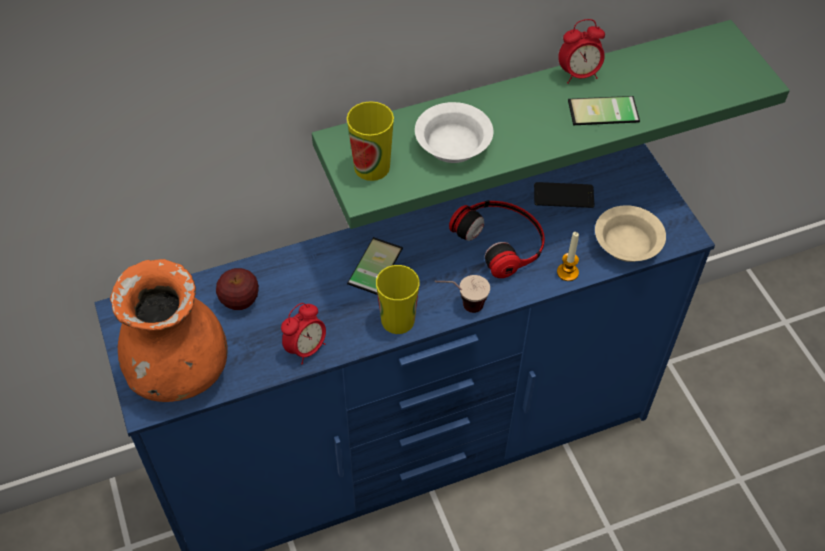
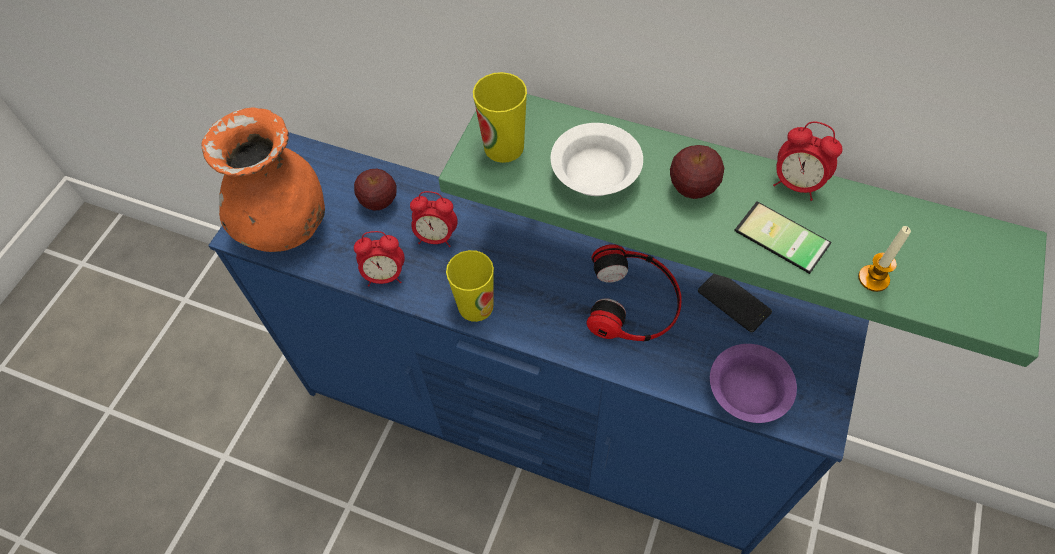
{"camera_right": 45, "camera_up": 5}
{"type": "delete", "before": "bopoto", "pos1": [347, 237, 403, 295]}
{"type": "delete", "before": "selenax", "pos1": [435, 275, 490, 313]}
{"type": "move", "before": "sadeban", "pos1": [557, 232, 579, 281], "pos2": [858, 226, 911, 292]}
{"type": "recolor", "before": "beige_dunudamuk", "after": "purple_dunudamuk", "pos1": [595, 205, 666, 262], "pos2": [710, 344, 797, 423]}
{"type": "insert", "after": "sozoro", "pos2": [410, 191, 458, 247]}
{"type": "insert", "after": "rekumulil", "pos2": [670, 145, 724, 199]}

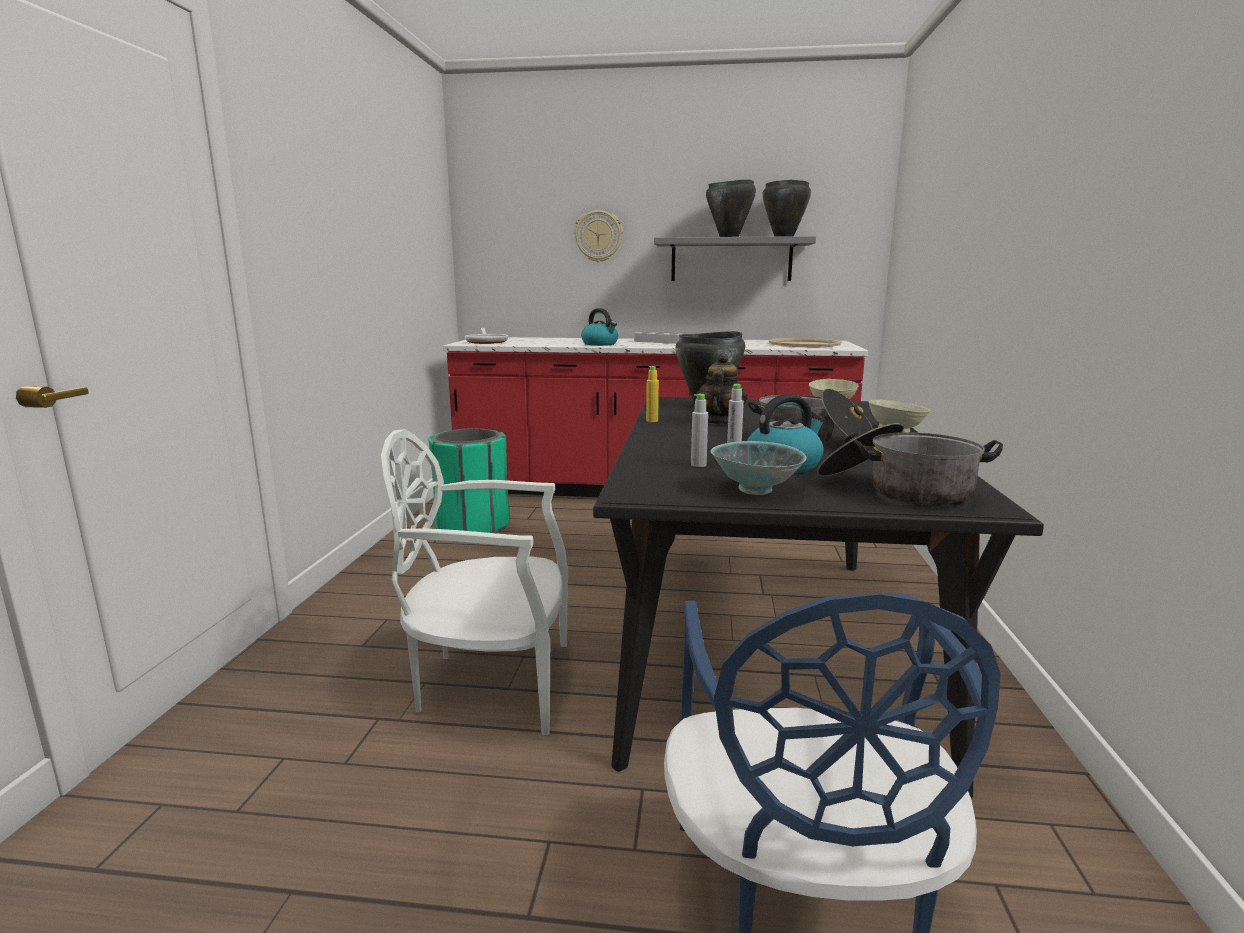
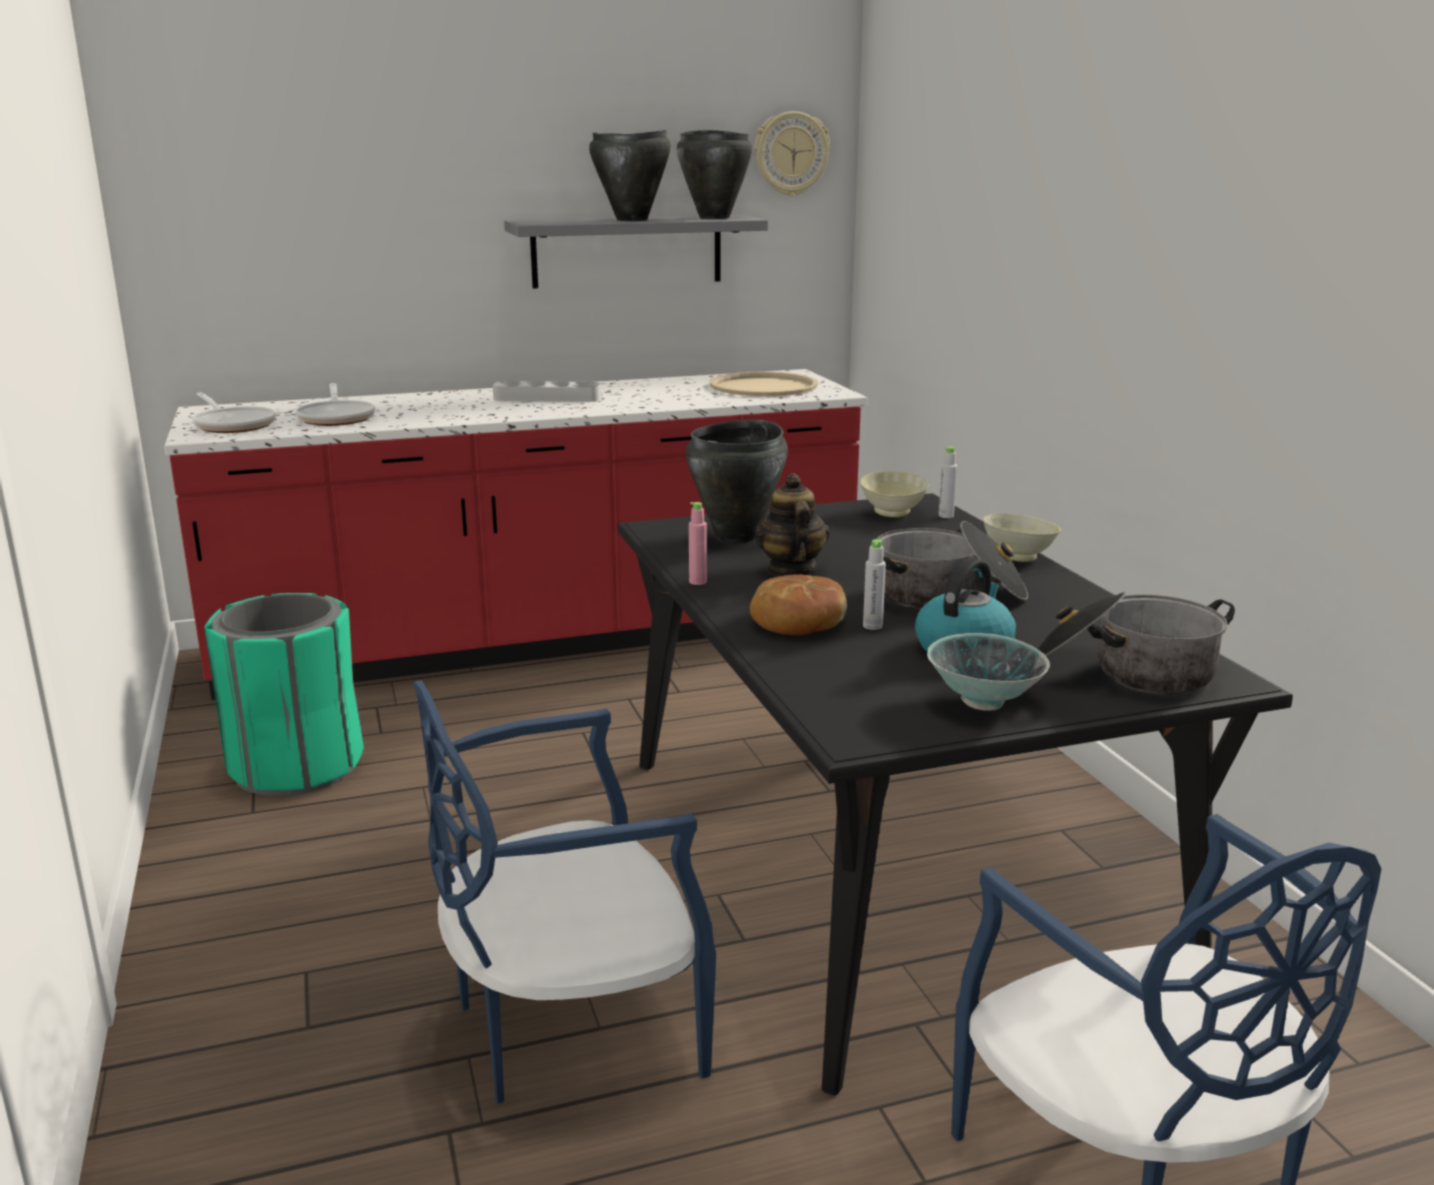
{"camera_right": -25, "camera_up": 5}
{"type": "recolor", "before": "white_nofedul", "after": "blue_nofedul", "pos1": [381, 429, 568, 735], "pos2": [413, 680, 716, 1104]}
{"type": "move", "before": "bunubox", "pos1": [574, 210, 623, 262], "pos2": [754, 111, 830, 196]}
{"type": "delete", "before": "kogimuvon", "pos1": [581, 308, 618, 346]}
{"type": "recolor", "before": "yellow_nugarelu", "after": "pink_nugarelu", "pos1": [646, 366, 659, 422], "pos2": [689, 502, 707, 585]}
{"type": "move", "before": "grey_nugarelu", "pos1": [691, 394, 708, 467], "pos2": [939, 447, 957, 518]}
{"type": "insert", "after": "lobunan", "pos2": [295, 383, 375, 426]}
{"type": "insert", "after": "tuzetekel", "pos2": [750, 575, 847, 635]}

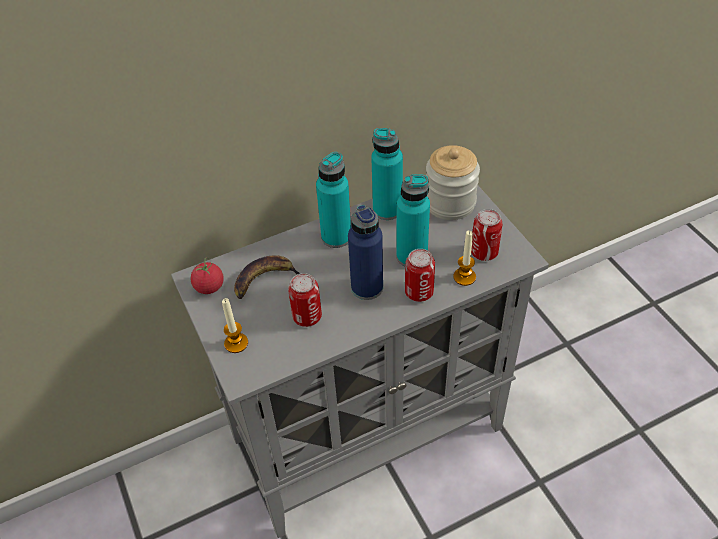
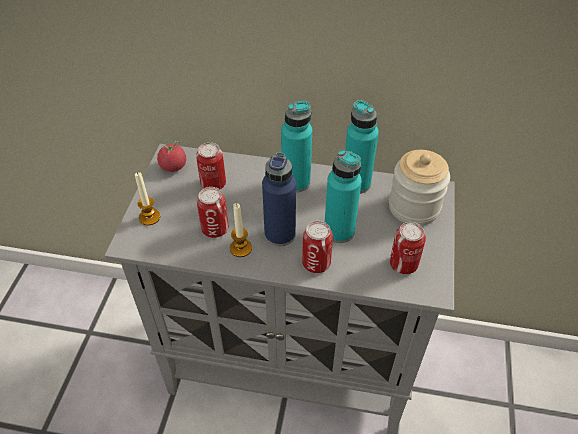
{"camera_right": 35, "camera_up": 0}
{"type": "replace", "before": "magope", "after": "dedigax", "pos1": [234, 255, 300, 299], "pos2": [196, 142, 226, 189]}
{"type": "move", "before": "sadeban", "pos1": [453, 230, 476, 286], "pos2": [230, 203, 252, 257]}

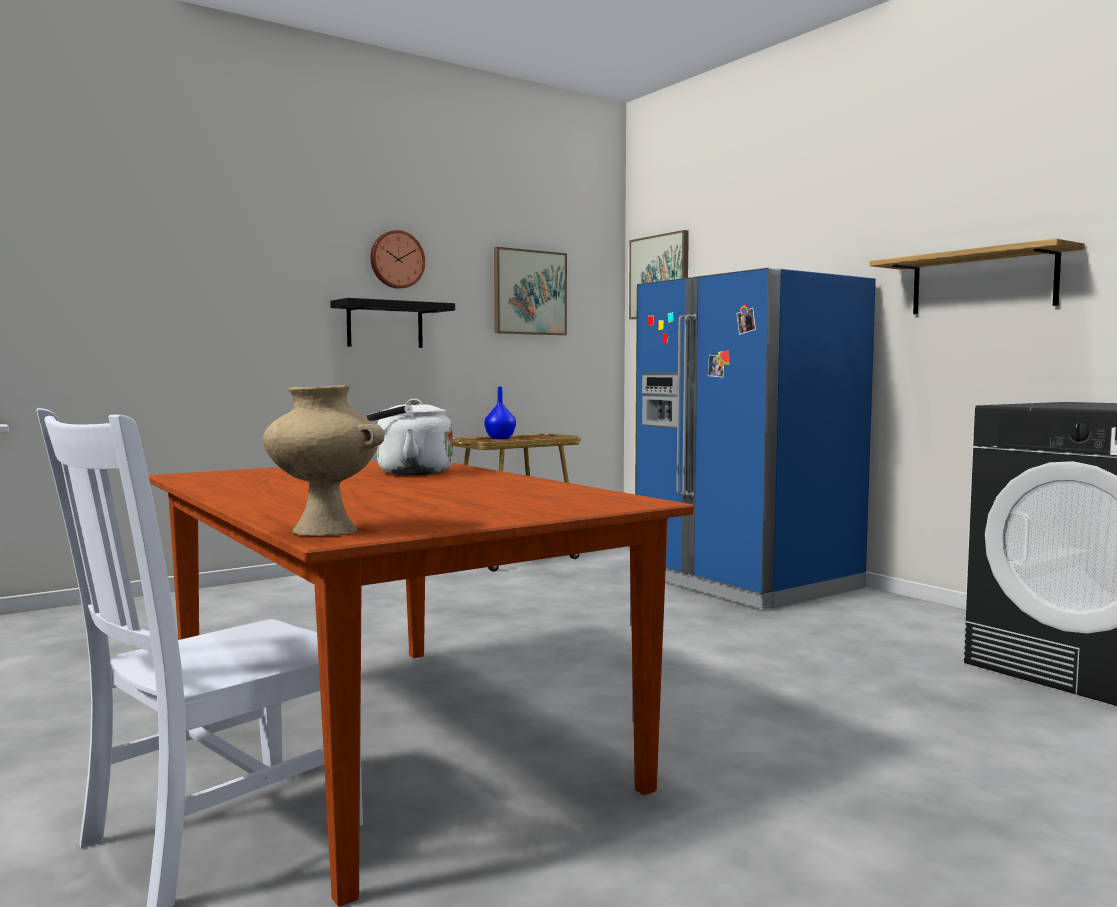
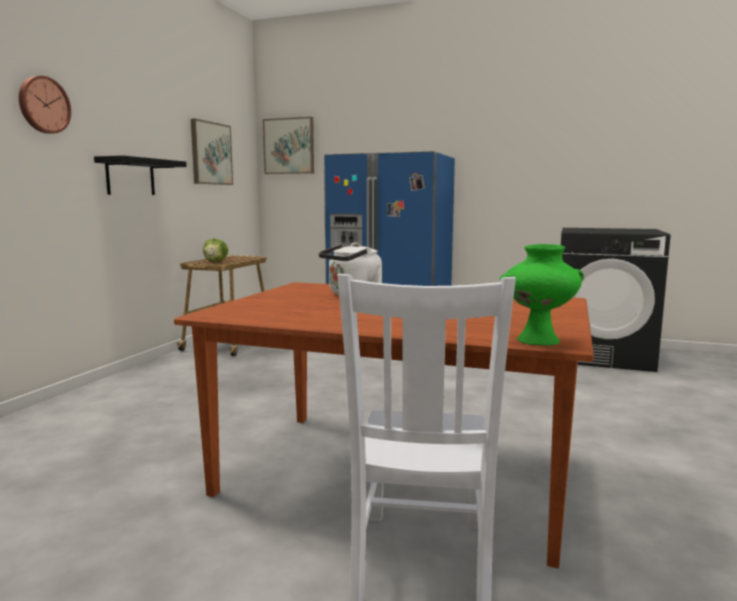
{"camera_right": -35, "camera_up": 5}
{"type": "recolor", "before": "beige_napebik", "after": "green_napebik", "pos1": [263, 385, 385, 536], "pos2": [499, 244, 584, 345]}
{"type": "move", "before": "bunubox", "pos1": [370, 230, 425, 289], "pos2": [19, 76, 71, 134]}
{"type": "replace", "before": "blue_napebik", "after": "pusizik", "pos1": [484, 387, 516, 439], "pos2": [203, 239, 228, 261]}
{"type": "delete", "before": "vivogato", "pos1": [870, 238, 1085, 314]}

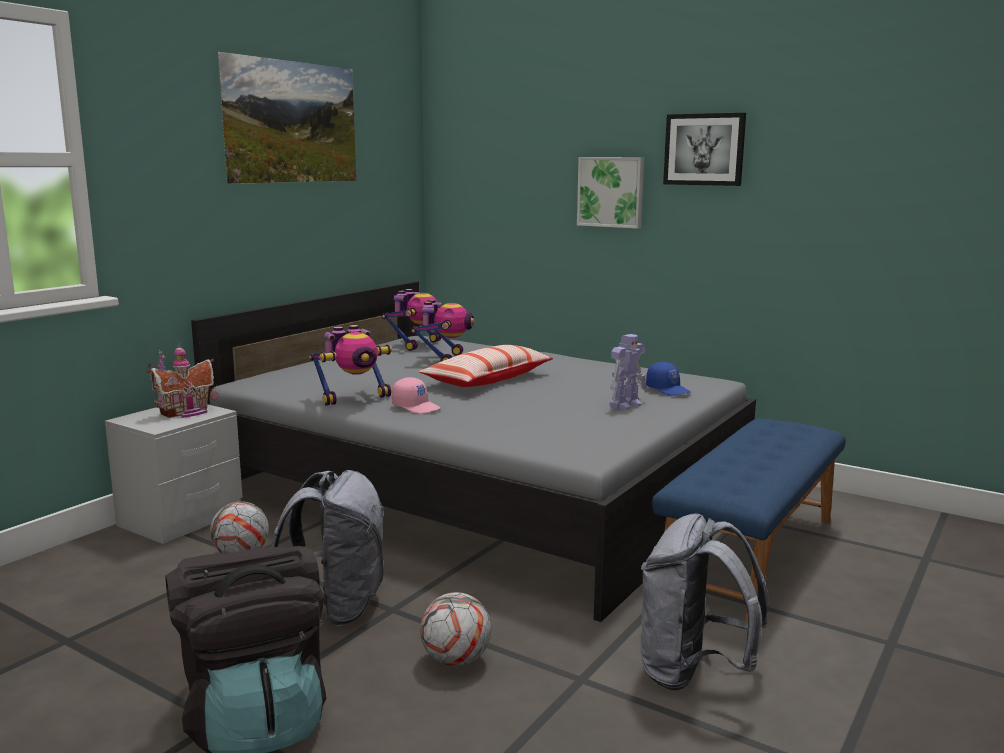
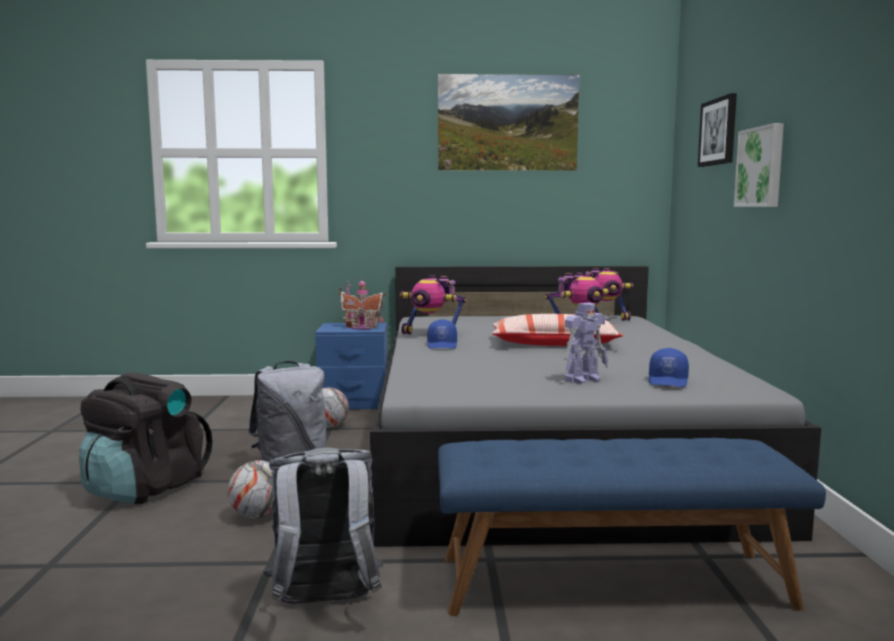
{"camera_right": 55, "camera_up": -5}
{"type": "recolor", "before": "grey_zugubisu", "after": "blue_zugubisu", "pos1": [105, 404, 243, 544], "pos2": [315, 323, 388, 409]}
{"type": "recolor", "before": "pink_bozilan", "after": "blue_bozilan", "pos1": [392, 377, 441, 414], "pos2": [427, 319, 457, 349]}
{"type": "rotate", "before": "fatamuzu", "pos1": [609, 334, 647, 410], "pos2": [563, 303, 608, 384], "turn": -45}
{"type": "move", "before": "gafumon", "pos1": [663, 113, 746, 186], "pos2": [698, 93, 737, 167]}

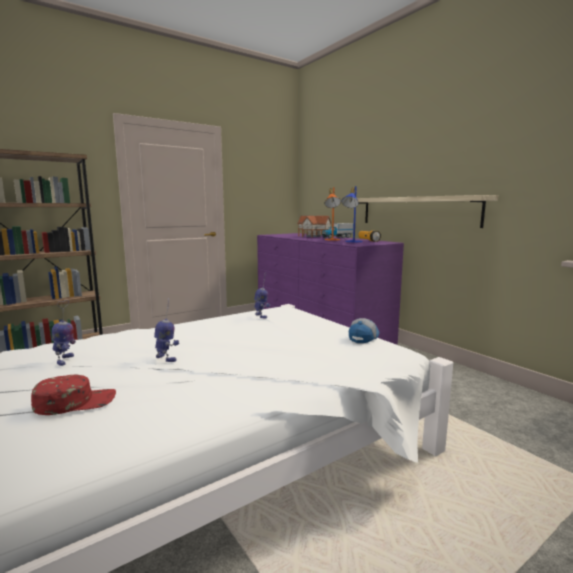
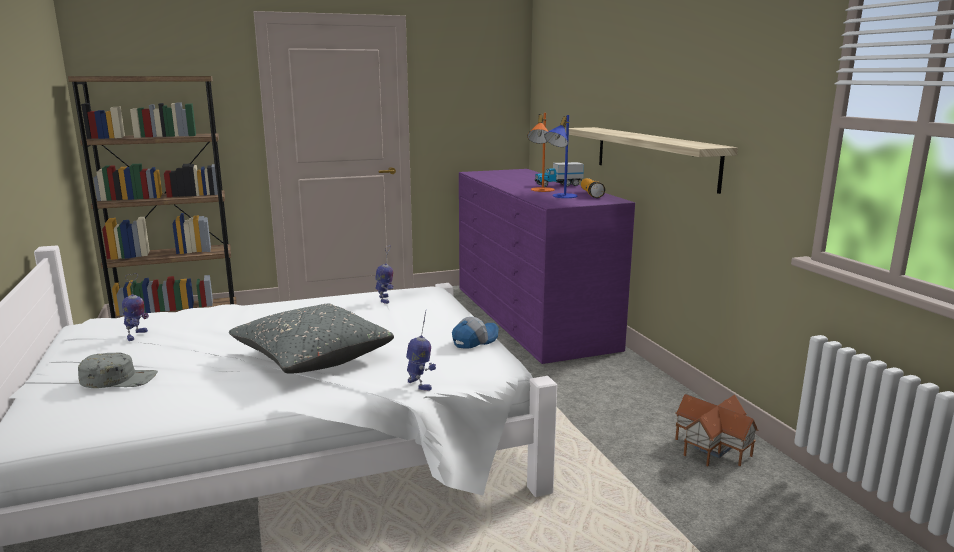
{"camera_right": 15, "camera_up": 5}
{"type": "recolor", "before": "red_bozilan", "after": "grey_bozilan", "pos1": [31, 374, 116, 415], "pos2": [78, 352, 158, 388]}
{"type": "move", "before": "fatamuzu", "pos1": [154, 299, 179, 362], "pos2": [406, 311, 436, 391]}
{"type": "move", "before": "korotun", "pos1": [297, 215, 332, 238], "pos2": [675, 394, 758, 466]}
{"type": "insert", "after": "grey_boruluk", "pos2": [229, 304, 394, 374]}

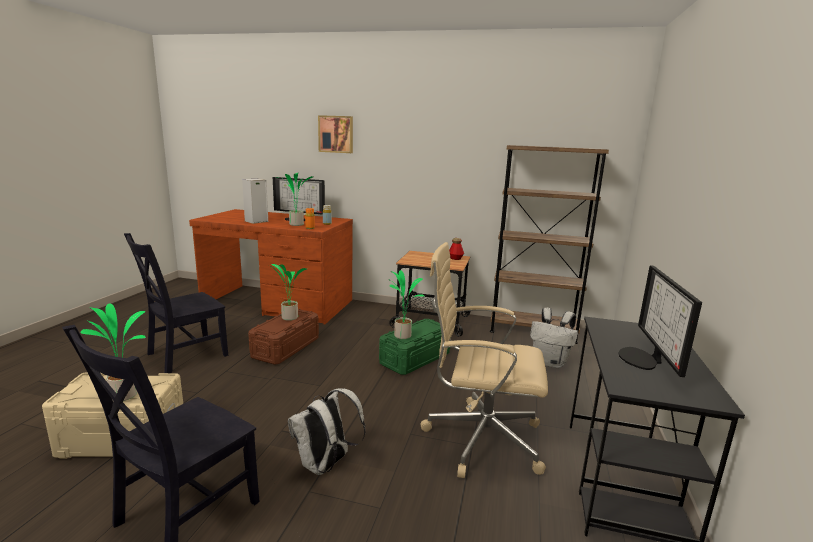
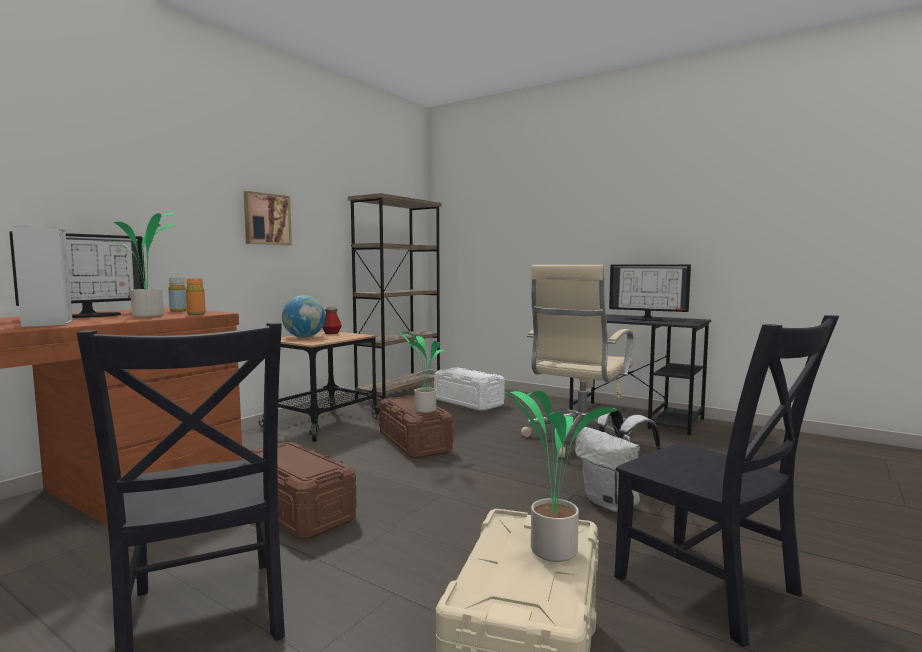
{"camera_right": -70, "camera_up": -10}
{"type": "delete", "before": "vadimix", "pos1": [269, 264, 307, 321]}
{"type": "move", "before": "gafumon", "pos1": [318, 115, 353, 153], "pos2": [244, 191, 292, 245]}
{"type": "recolor", "before": "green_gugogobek", "after": "brown_gugogobek", "pos1": [379, 319, 450, 375], "pos2": [379, 395, 453, 459]}
{"type": "replace", "before": "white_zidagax", "after": "white_gugogobek", "pos1": [530, 308, 578, 368], "pos2": [434, 368, 505, 411]}
{"type": "insert", "after": "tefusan", "pos2": [282, 295, 326, 338]}

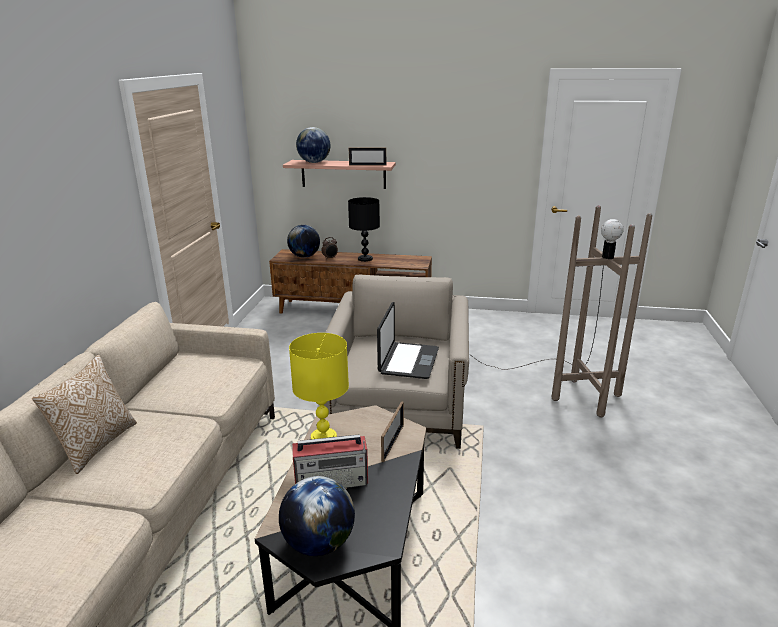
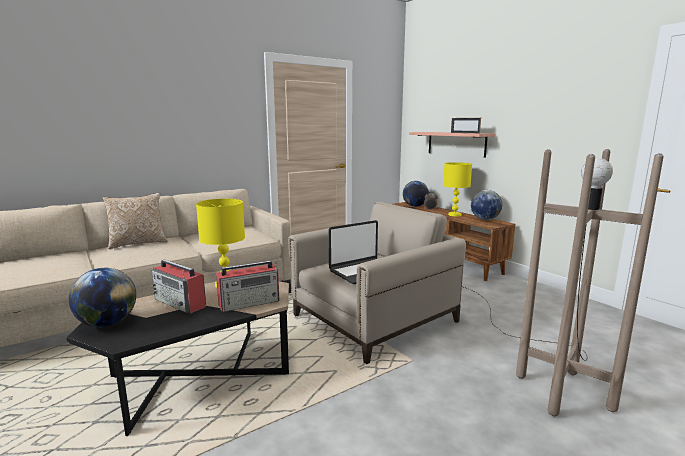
{"camera_right": 45, "camera_up": -10}
{"type": "move", "before": "tefusan", "pos1": [296, 127, 330, 163], "pos2": [471, 190, 502, 220]}
{"type": "recolor", "before": "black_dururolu", "after": "yellow_dururolu", "pos1": [348, 197, 380, 262], "pos2": [443, 162, 472, 216]}
{"type": "replace", "before": "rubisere", "after": "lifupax", "pos1": [381, 401, 404, 462], "pos2": [216, 261, 280, 312]}

